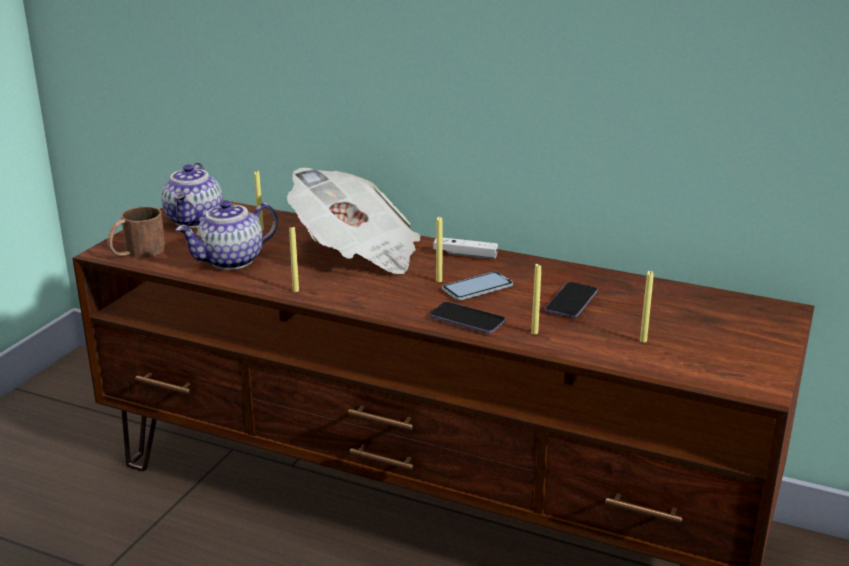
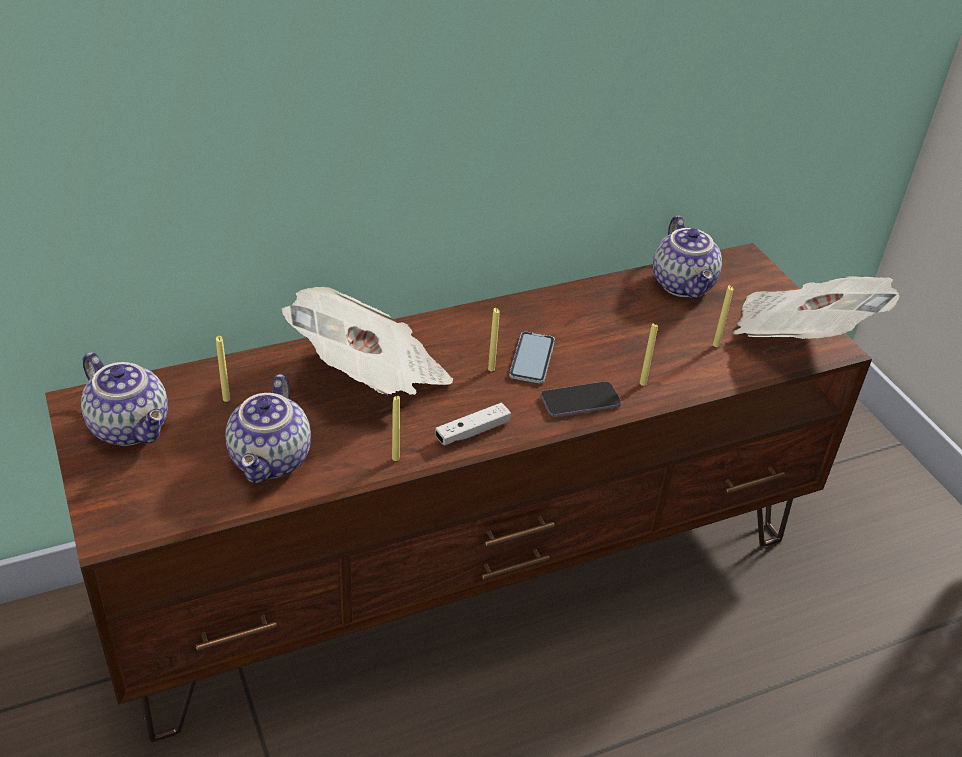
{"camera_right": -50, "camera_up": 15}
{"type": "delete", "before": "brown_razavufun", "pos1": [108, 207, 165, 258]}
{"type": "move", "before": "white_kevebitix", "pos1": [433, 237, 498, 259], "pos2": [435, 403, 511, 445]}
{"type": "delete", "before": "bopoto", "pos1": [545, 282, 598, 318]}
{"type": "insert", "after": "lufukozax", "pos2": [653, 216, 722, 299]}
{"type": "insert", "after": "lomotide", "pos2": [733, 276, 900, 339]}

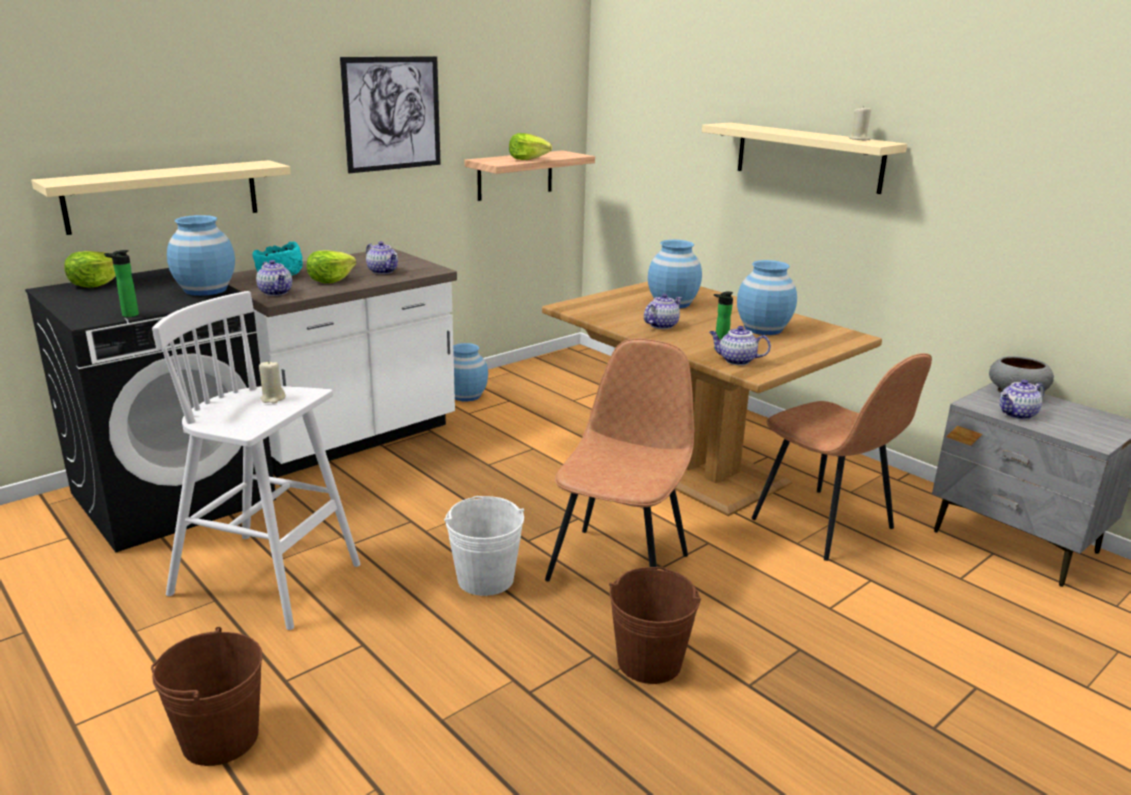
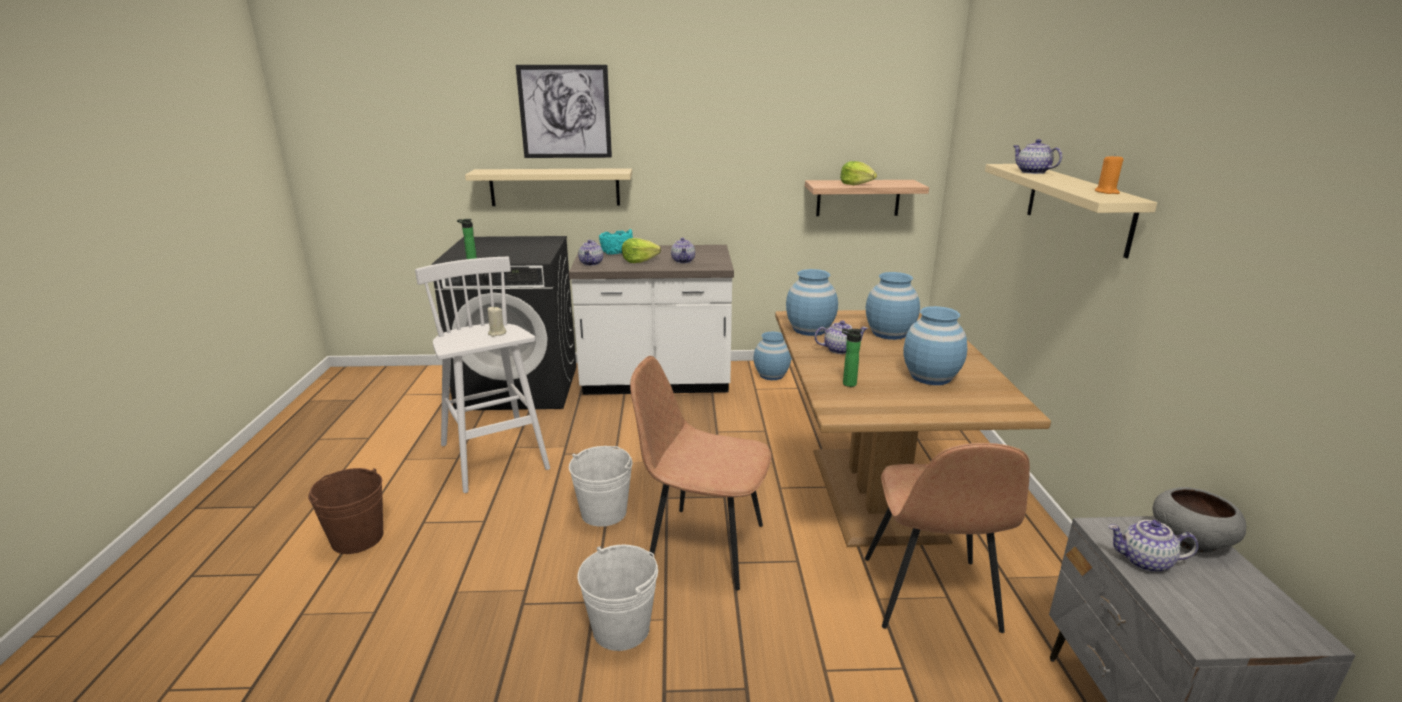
{"camera_right": 40, "camera_up": 0}
{"type": "delete", "before": "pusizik", "pos1": [64, 251, 116, 287]}
{"type": "move", "before": "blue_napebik", "pos1": [167, 215, 235, 296], "pos2": [786, 269, 838, 336]}
{"type": "move", "before": "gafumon", "pos1": [340, 56, 441, 173], "pos2": [516, 65, 612, 158]}
{"type": "rotate", "before": "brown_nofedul", "pos1": [545, 338, 694, 582], "pos2": [630, 356, 772, 590], "turn": -135}
{"type": "recolor", "before": "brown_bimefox", "after": "white_bimefox", "pos1": [609, 567, 701, 684], "pos2": [577, 545, 658, 651]}
{"type": "move", "before": "lufukozax", "pos1": [709, 326, 771, 365], "pos2": [1013, 139, 1062, 174]}
{"type": "recolor", "before": "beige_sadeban", "after": "orange_sadeban", "pos1": [849, 106, 871, 141], "pos2": [1095, 155, 1124, 194]}

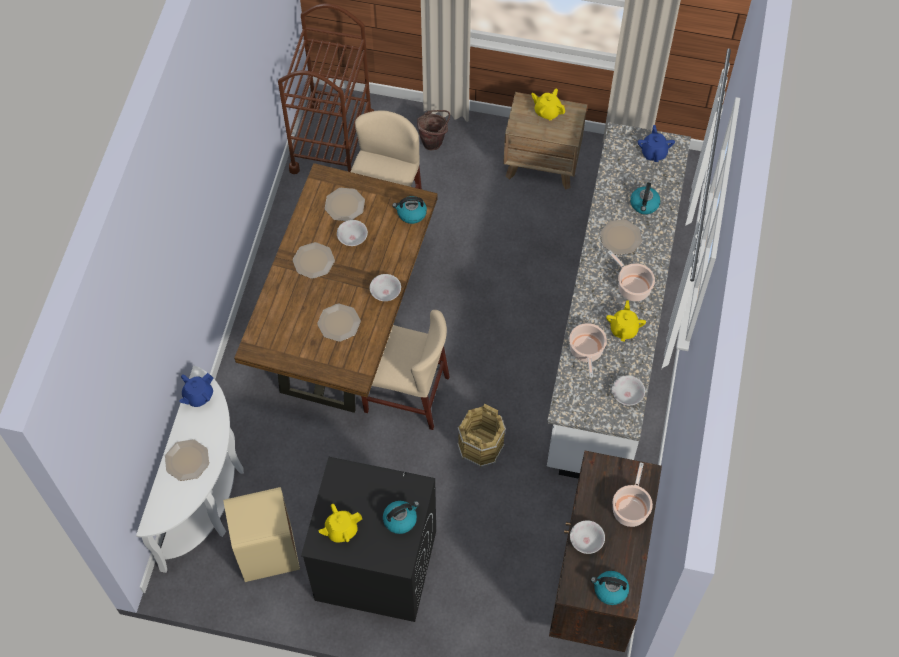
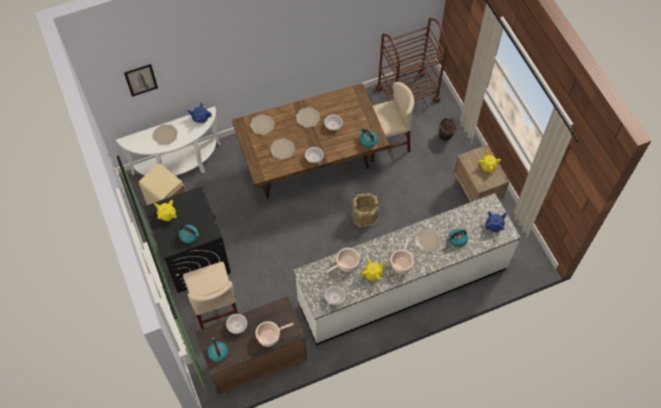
{"camera_right": 55, "camera_up": 0}
{"type": "move", "before": "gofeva", "pos1": [325, 188, 365, 221], "pos2": [250, 114, 275, 135]}
{"type": "move", "before": "beige_nofedul", "pos1": [361, 310, 450, 430], "pos2": [183, 262, 238, 329]}
{"type": "move", "before": "brown_bimefox", "pos1": [457, 404, 506, 467], "pos2": [352, 193, 379, 228]}
{"type": "insert", "after": "gafumon", "pos2": [124, 64, 158, 97]}

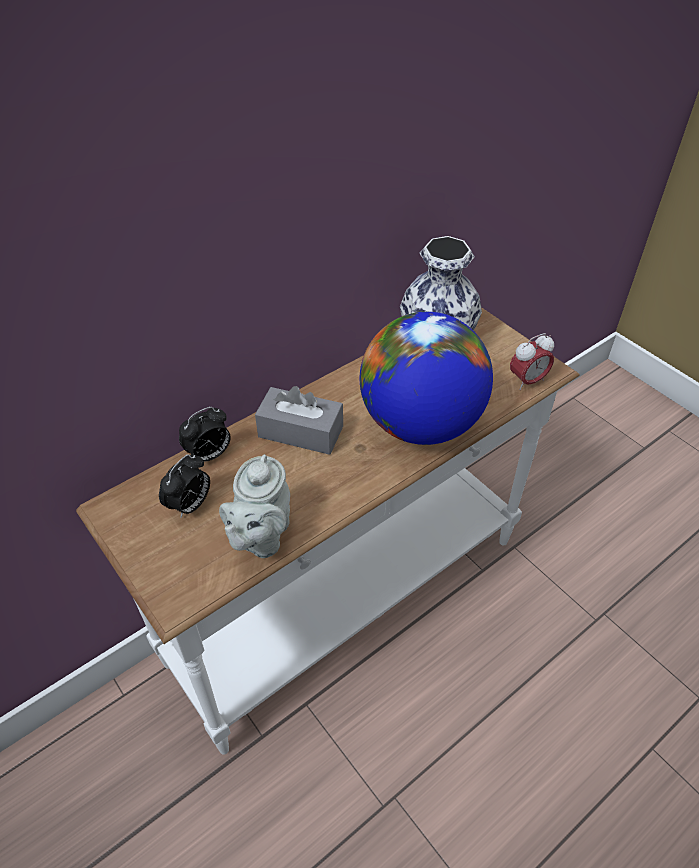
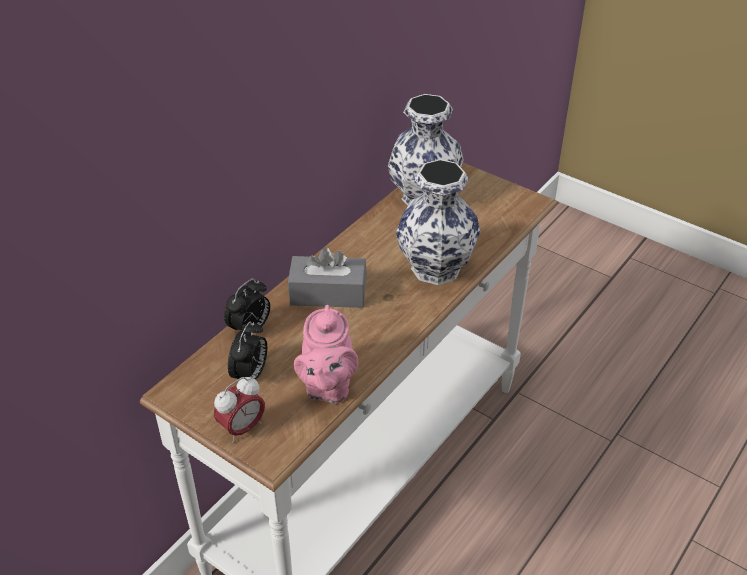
{"camera_right": -15, "camera_up": -5}
{"type": "recolor", "before": "grey_lufukozax", "after": "pink_lufukozax", "pos1": [219, 454, 290, 558], "pos2": [294, 305, 358, 404]}
{"type": "replace", "before": "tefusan", "after": "napebik", "pos1": [360, 312, 493, 445], "pos2": [396, 159, 480, 285]}
{"type": "move", "before": "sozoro", "pos1": [510, 333, 554, 390], "pos2": [214, 376, 265, 443]}

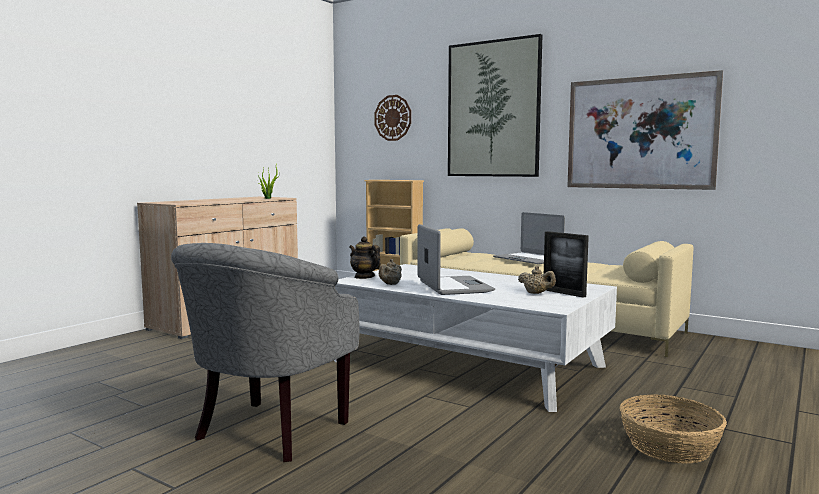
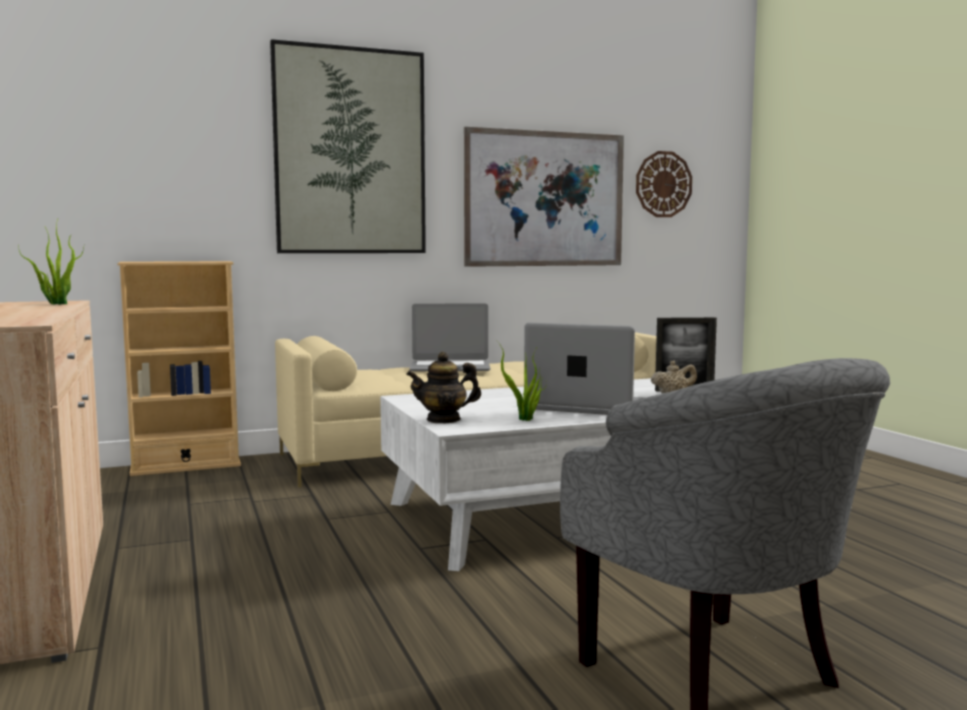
{"camera_right": -55, "camera_up": 0}
{"type": "move", "before": "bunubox", "pos1": [375, 95, 411, 141], "pos2": [636, 151, 692, 217]}
{"type": "replace", "before": "beige_lufukozax", "after": "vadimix", "pos1": [379, 259, 402, 285], "pos2": [496, 340, 547, 421]}
{"type": "delete", "before": "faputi", "pos1": [620, 394, 727, 464]}

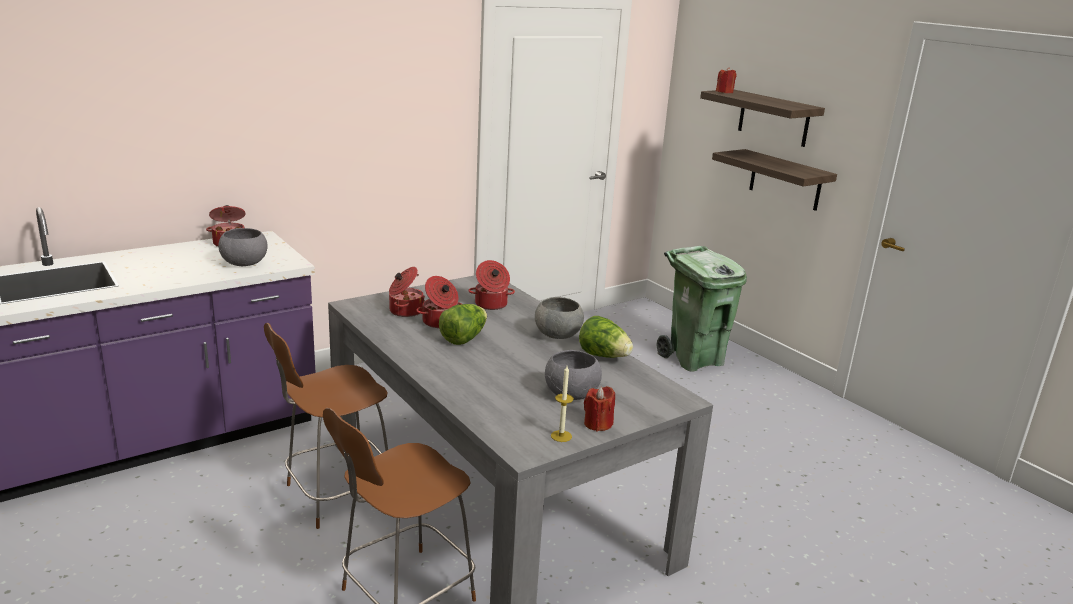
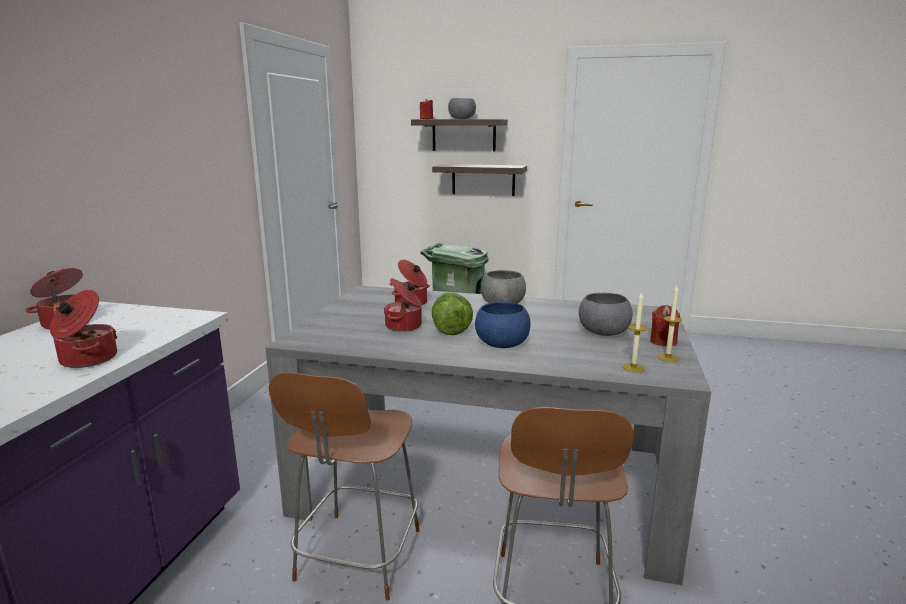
{"camera_right": -40, "camera_up": -5}
{"type": "move", "before": "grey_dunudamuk", "pos1": [218, 228, 268, 266], "pos2": [448, 98, 476, 119]}
{"type": "move", "before": "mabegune", "pos1": [389, 267, 425, 317], "pos2": [50, 290, 117, 368]}
{"type": "delete", "before": "pusizik", "pos1": [579, 316, 633, 358]}
{"type": "insert", "after": "blue_dunudamuk", "pos2": [475, 302, 530, 348]}
{"type": "insert", "after": "sadeban", "pos2": [623, 292, 648, 373]}

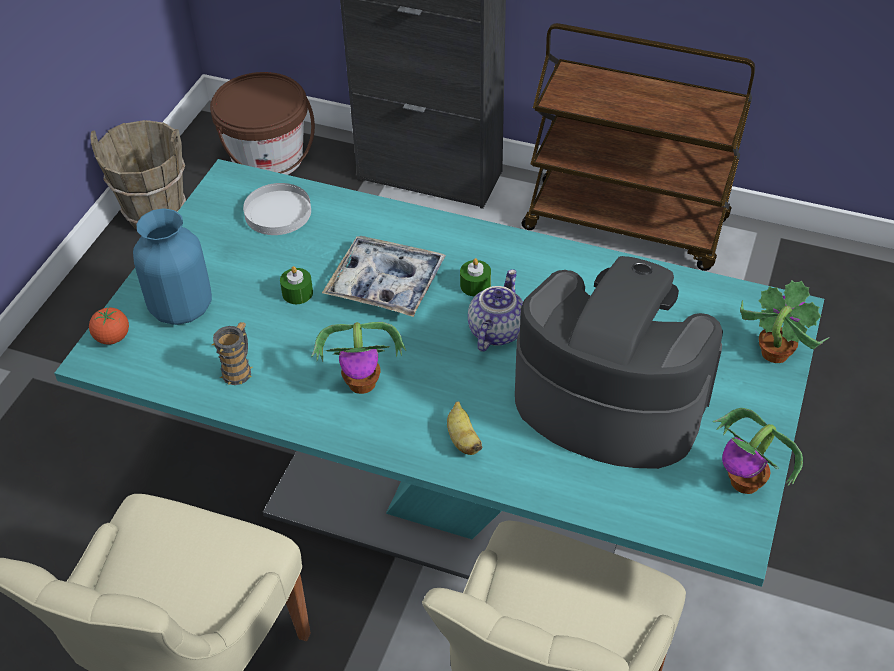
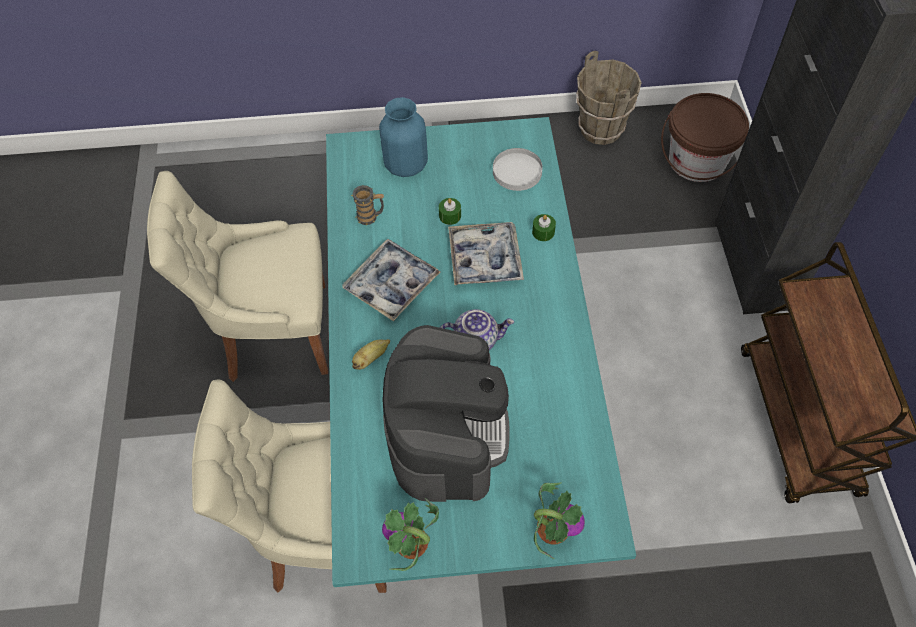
{"camera_right": 65, "camera_up": 10}
{"type": "delete", "before": "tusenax", "pos1": [89, 307, 129, 345]}
{"type": "replace", "before": "vadimix", "after": "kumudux", "pos1": [311, 322, 406, 394], "pos2": [342, 239, 440, 321]}
{"type": "move", "before": "green_sadeban", "pos1": [460, 258, 491, 296], "pos2": [532, 214, 556, 241]}

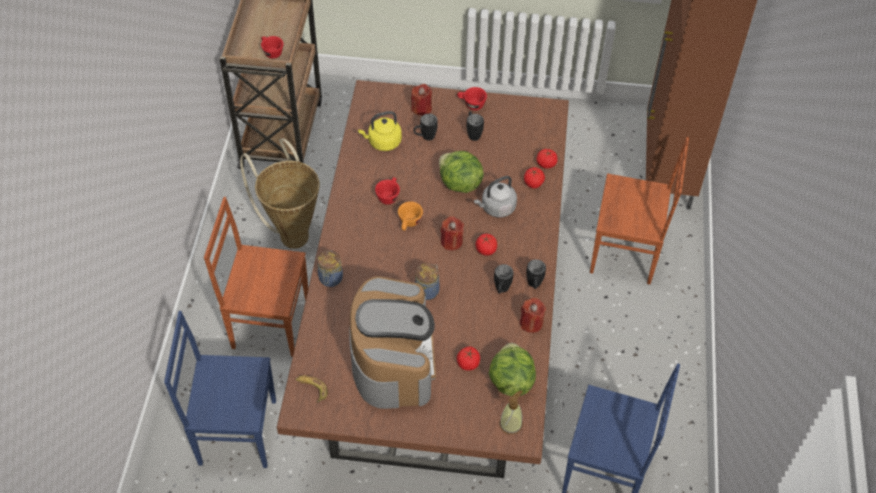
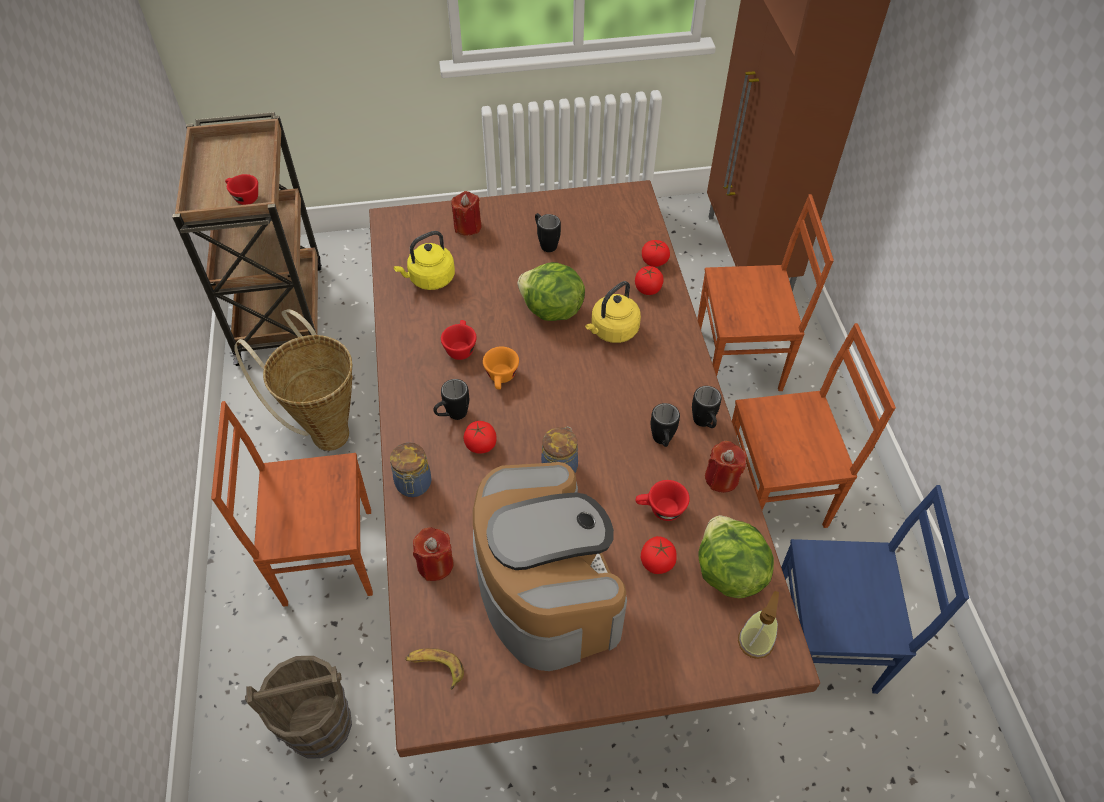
{"camera_right": -15, "camera_up": 0}
{"type": "replace", "before": "blue_nofedul", "after": "brown_bimefox", "pos1": [164, 311, 276, 468], "pos2": [245, 656, 352, 759]}
{"type": "move", "before": "black_razavufun", "pos1": [413, 114, 438, 141], "pos2": [433, 379, 469, 420]}
{"type": "move", "before": "red_sadeban", "pos1": [441, 216, 464, 250], "pos2": [413, 527, 454, 581]}
{"type": "move", "before": "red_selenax", "pos1": [457, 87, 487, 110], "pos2": [636, 480, 690, 521]}
{"type": "recolor", "before": "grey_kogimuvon", "after": "yellow_kogimuvon", "pos1": [474, 176, 517, 217], "pos2": [585, 281, 641, 343]}
{"type": "move", "before": "tusenax", "pos1": [475, 234, 497, 256], "pos2": [463, 421, 497, 454]}
{"type": "insert", "after": "brown_nofedul", "pos2": [732, 323, 896, 528]}

